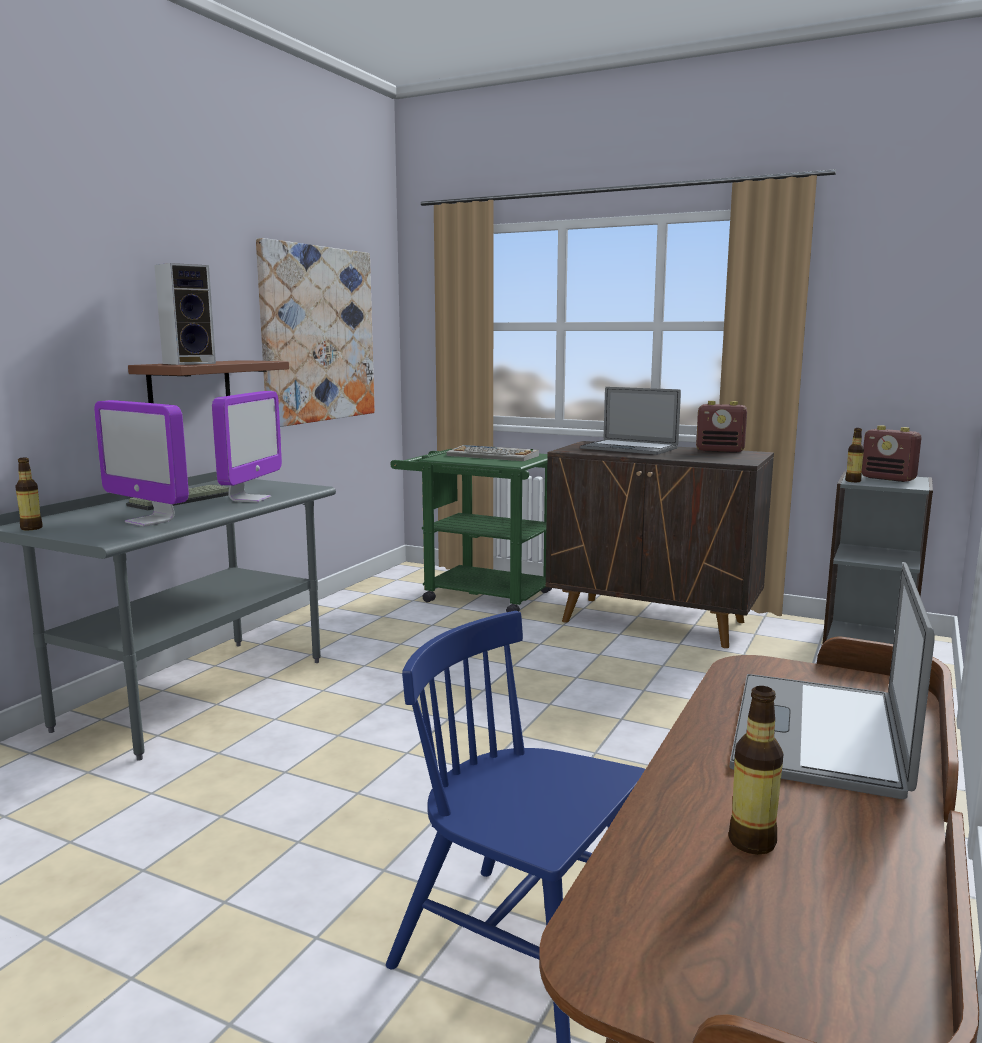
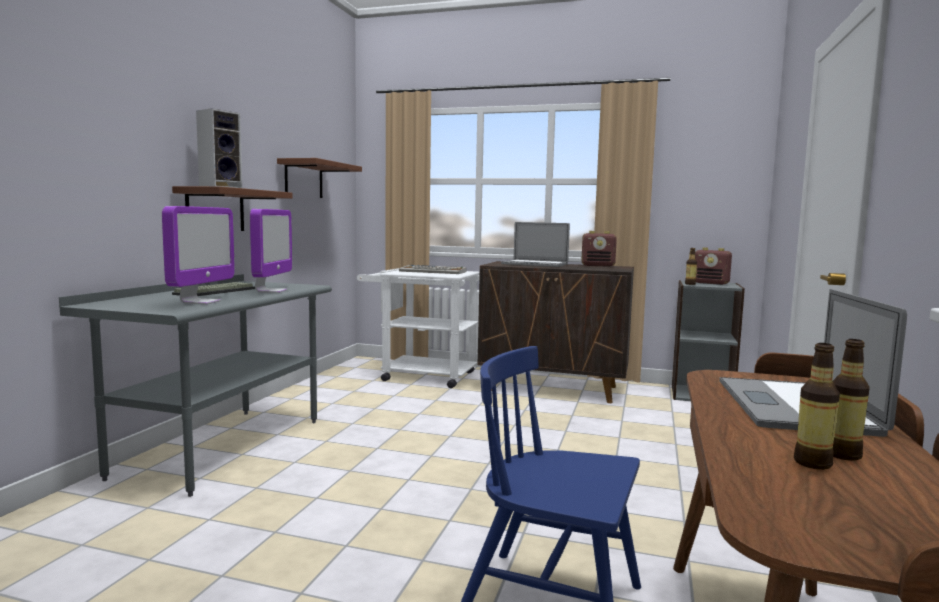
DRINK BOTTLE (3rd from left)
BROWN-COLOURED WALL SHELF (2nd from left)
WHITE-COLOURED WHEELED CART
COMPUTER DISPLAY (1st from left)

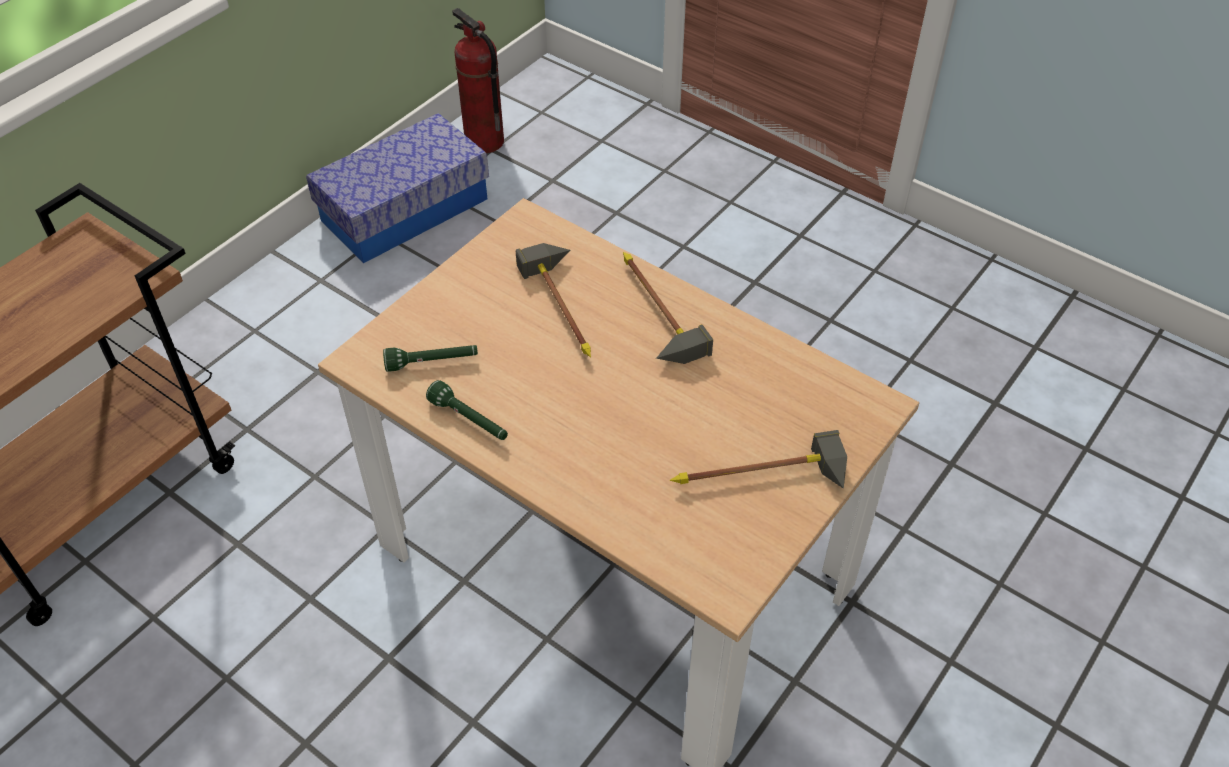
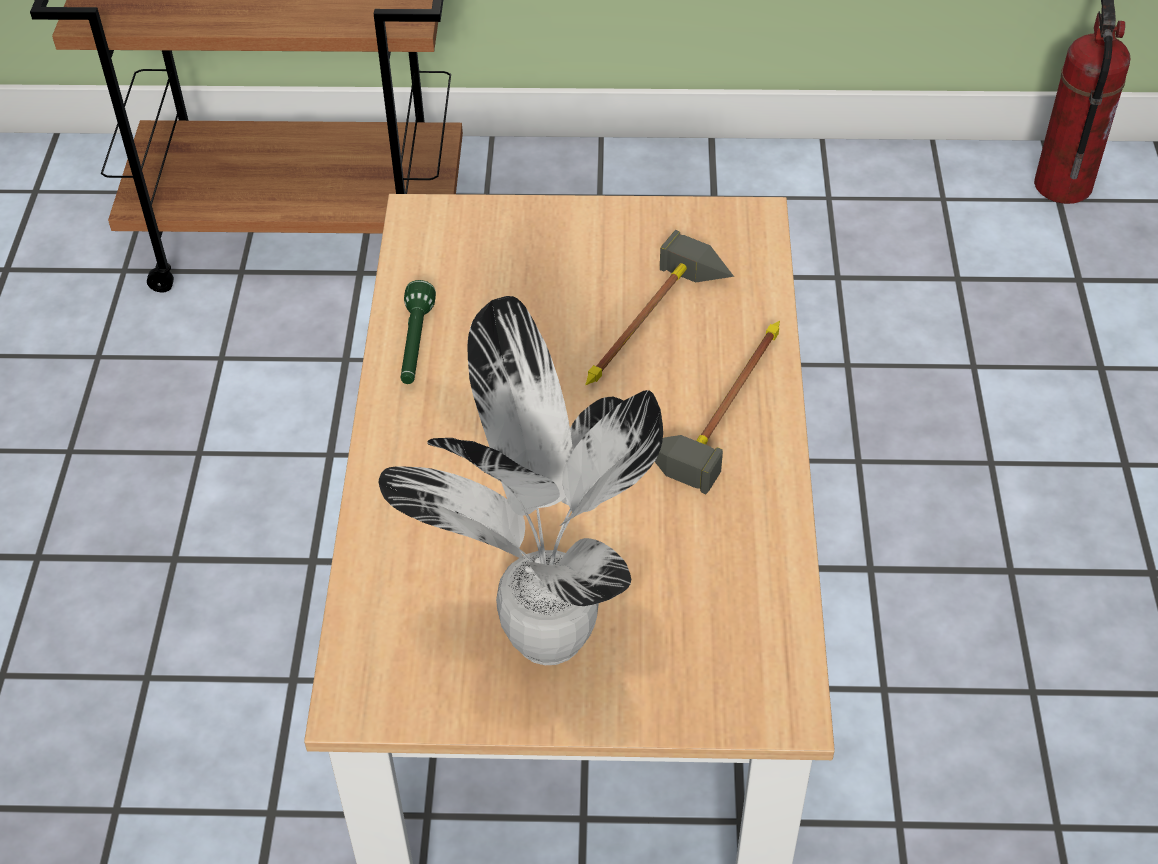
STORAGE BIN
GREEN HAND TORCH (1st from left in the first image)
PLANT IN A POT

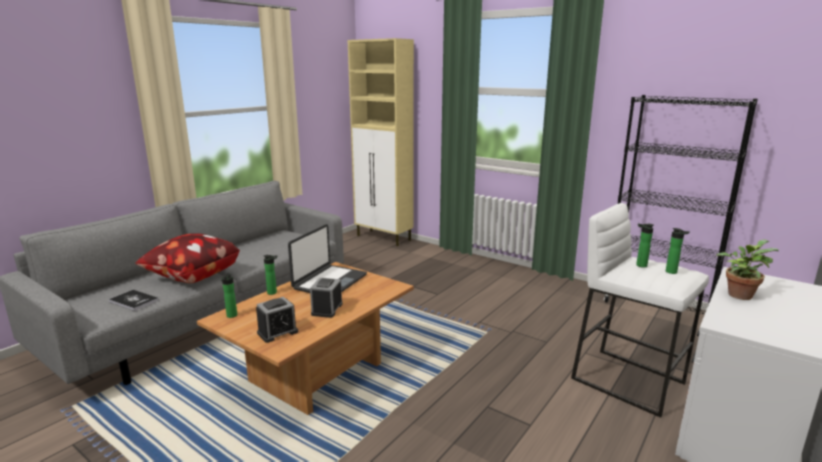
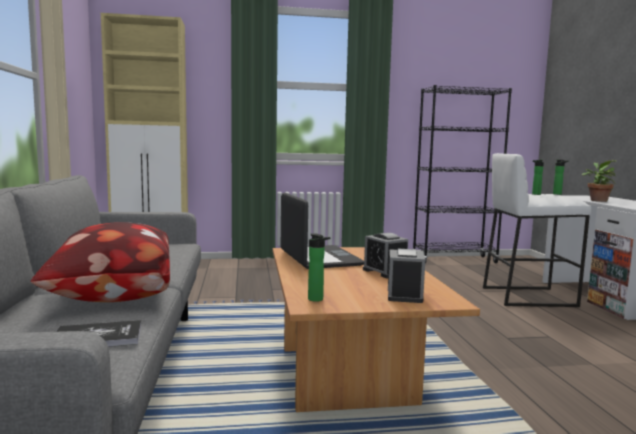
DRINK BOTTLE (2nd from left in the first image)

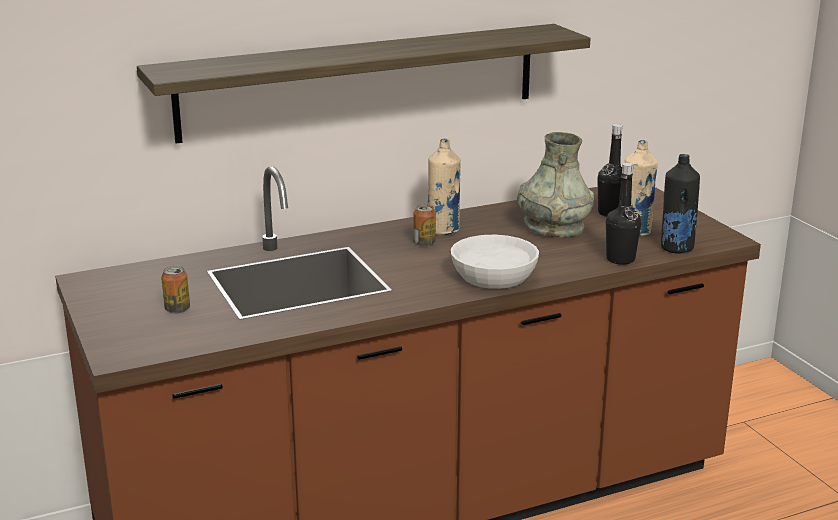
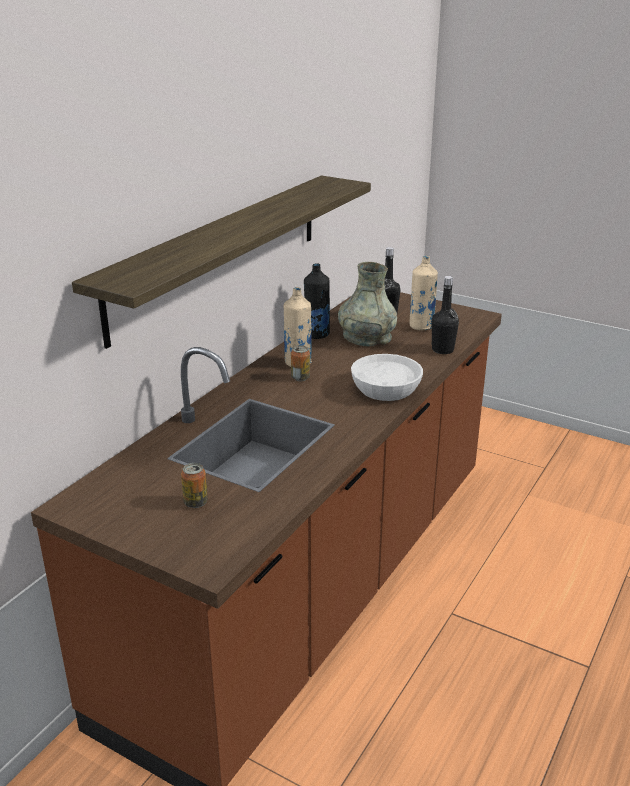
BLACK-COLOURED DRINK BOTTLE (1st from left)

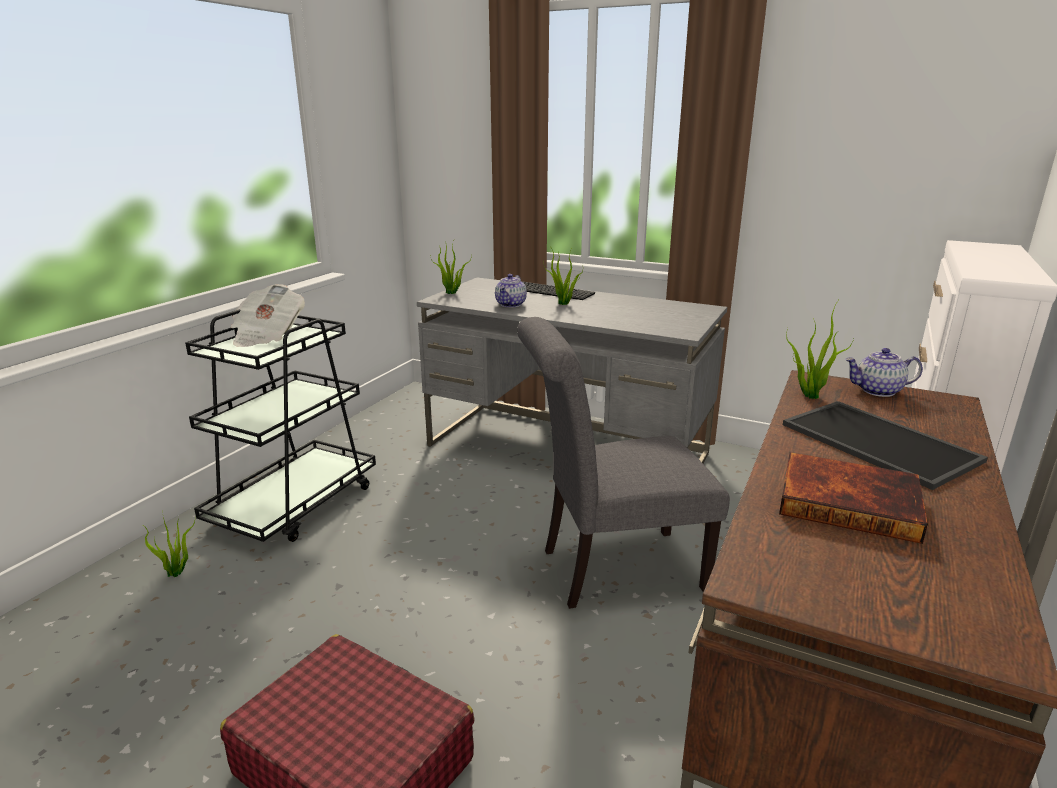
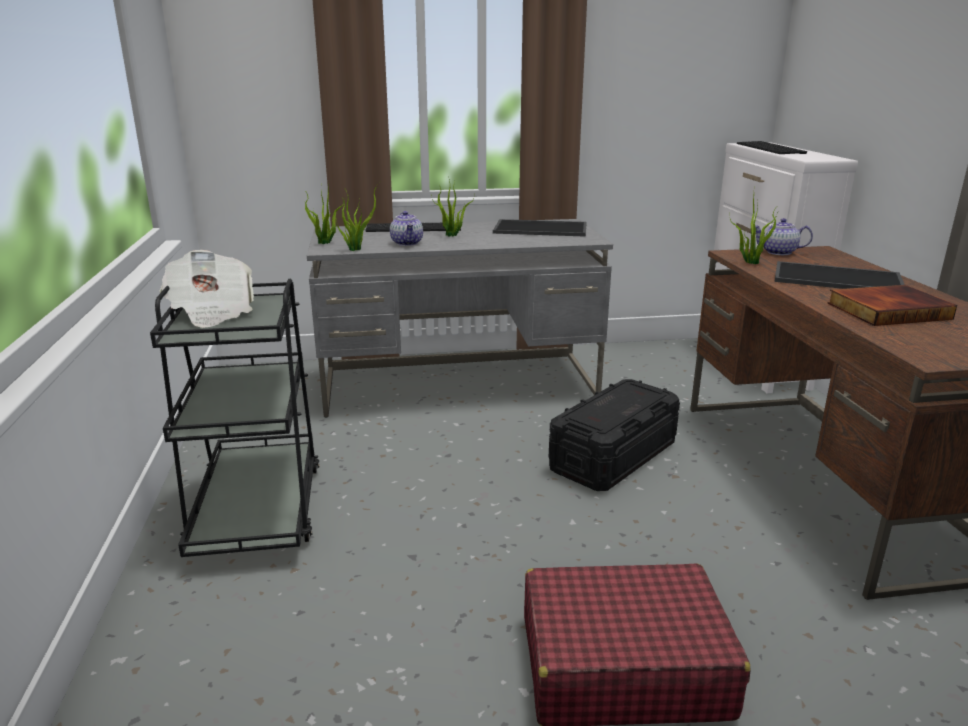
TRAY (1st from left)
COMPUTER KEYBOARD (2nd from left)
PLANT IN A POT (2nd from left)
BLACK-COLOURED STORAGE BIN
POT FOR TEA (2nd from left)

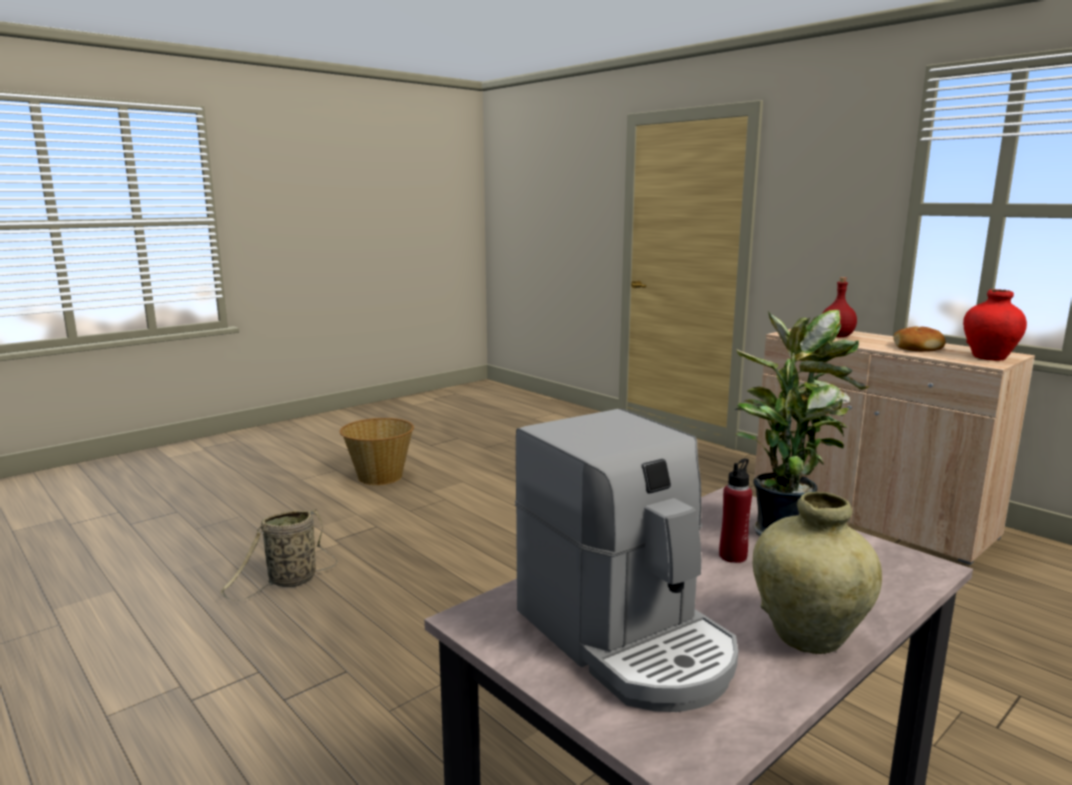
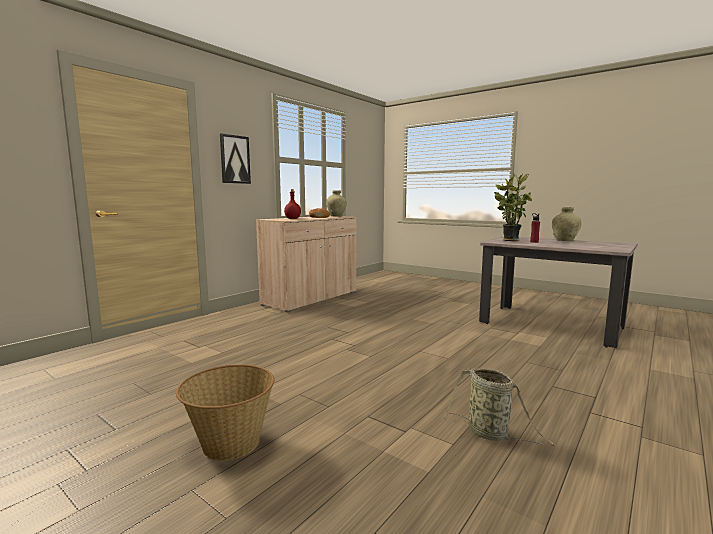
COFFEE MACHINE
WALL PICTURE
BEIGE DECORATIVE VASE (1st from left)

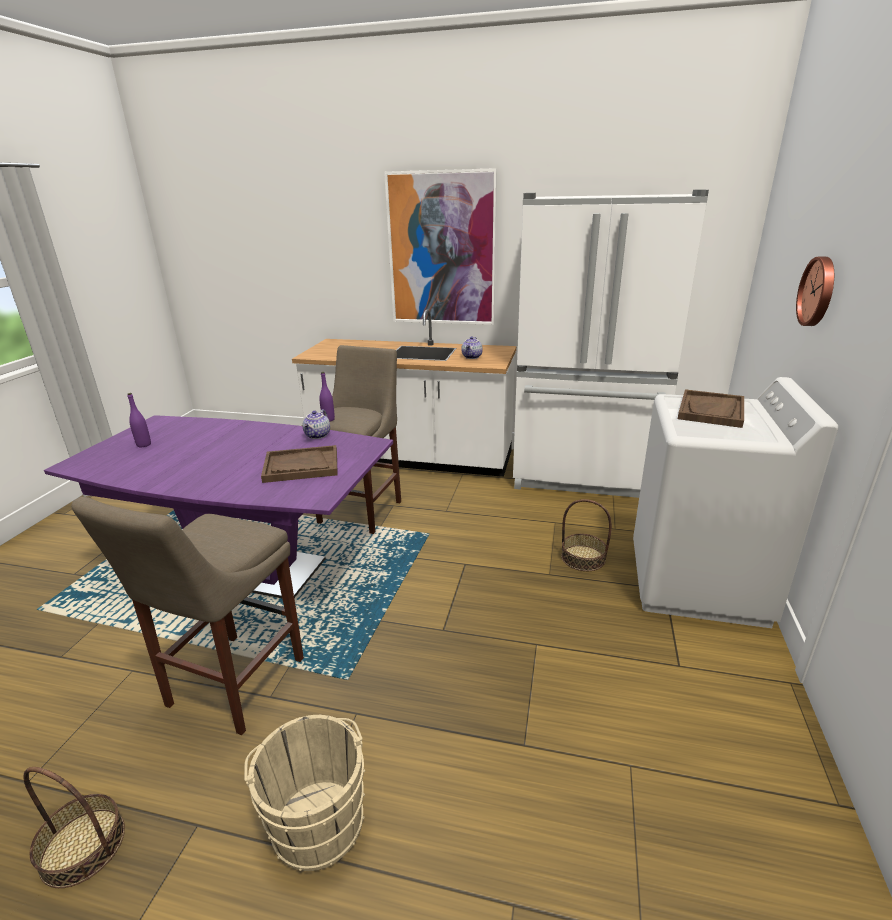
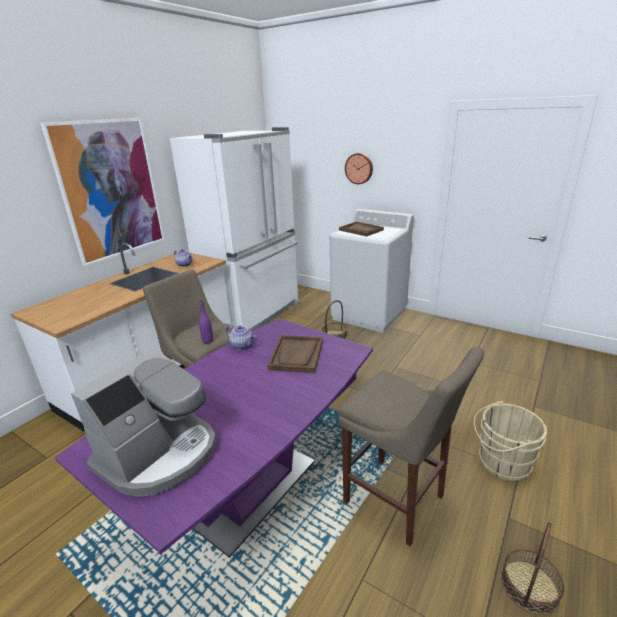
COFFEE MACHINE

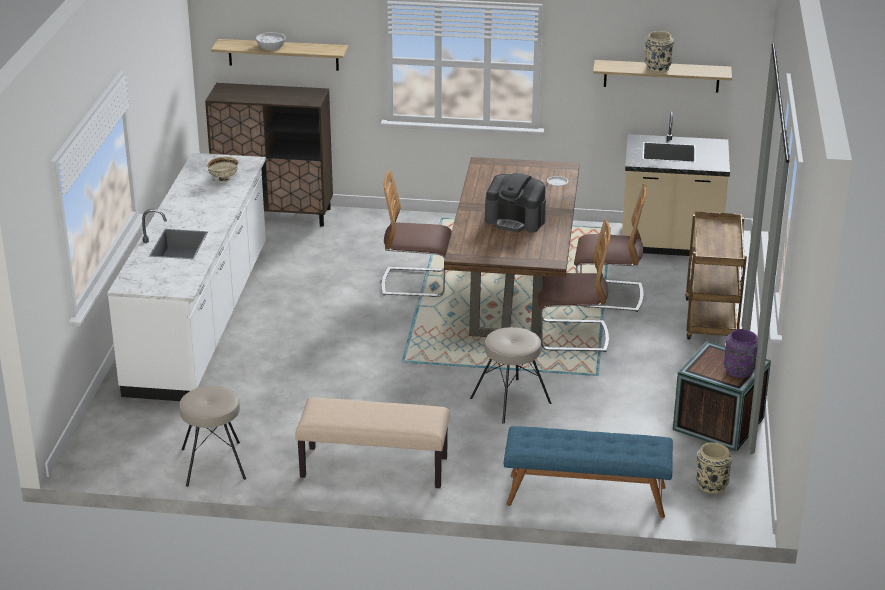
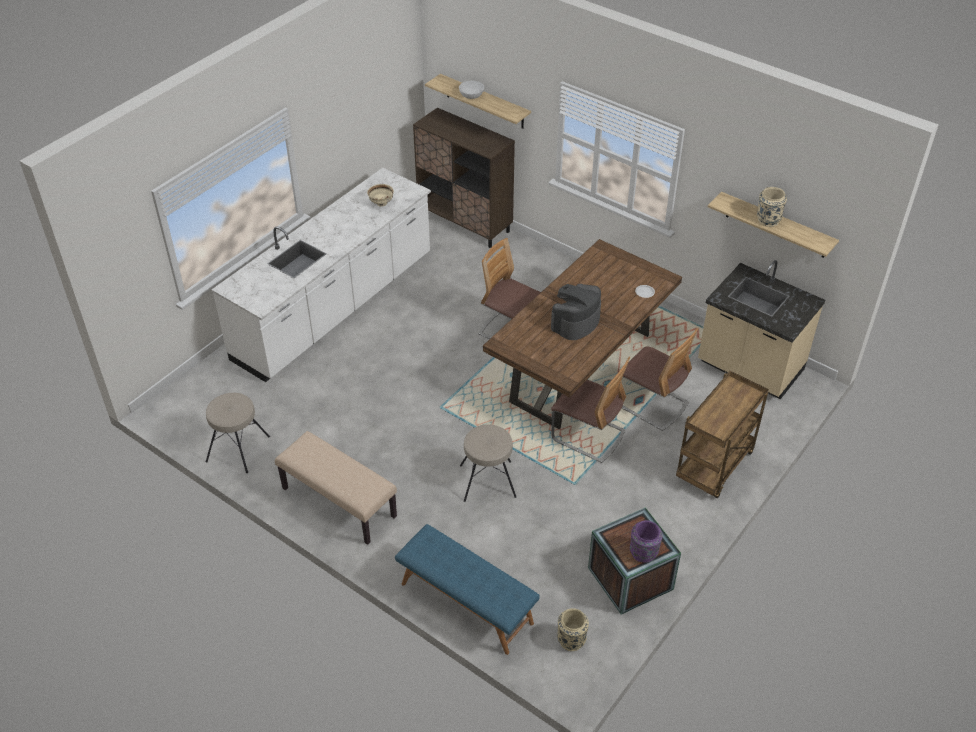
COFFEE MACHINE

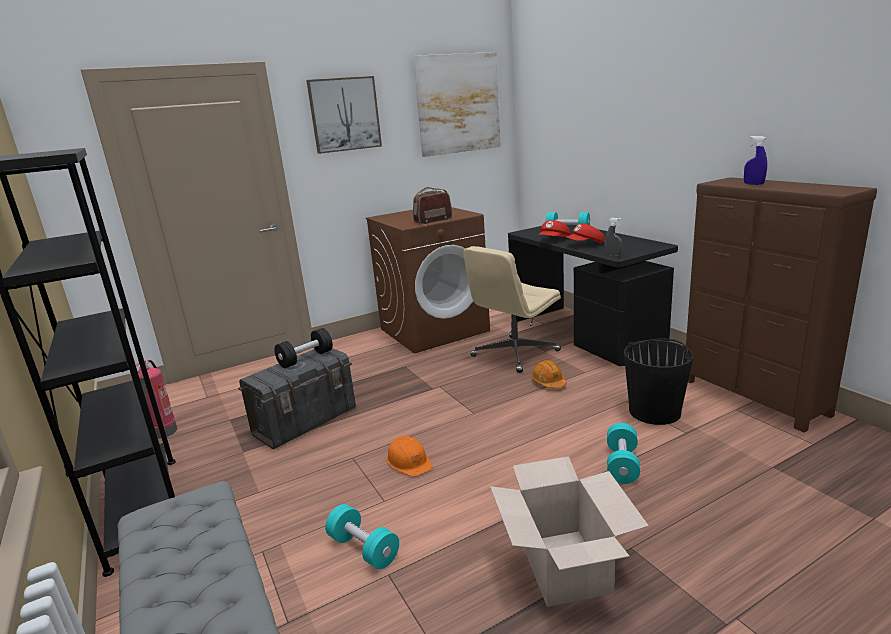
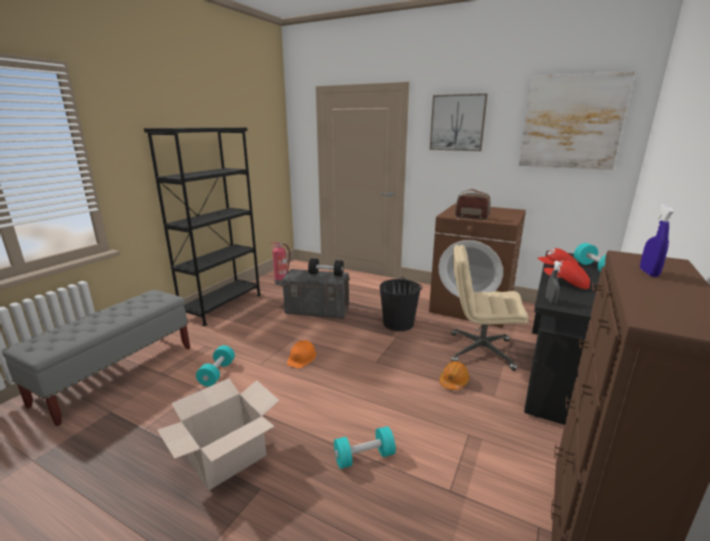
BLACK-COLOURED WATER BUCKET

